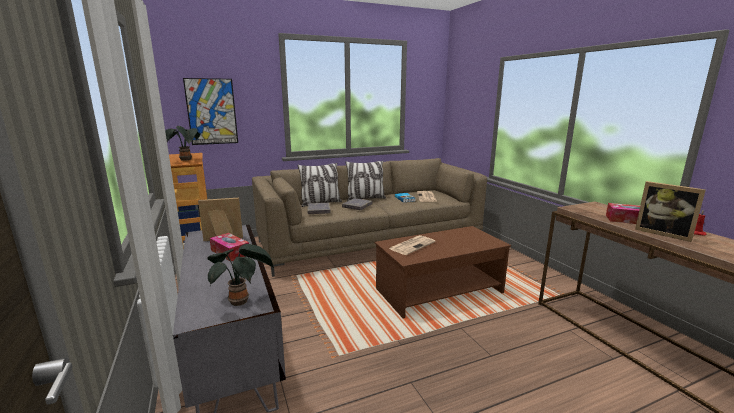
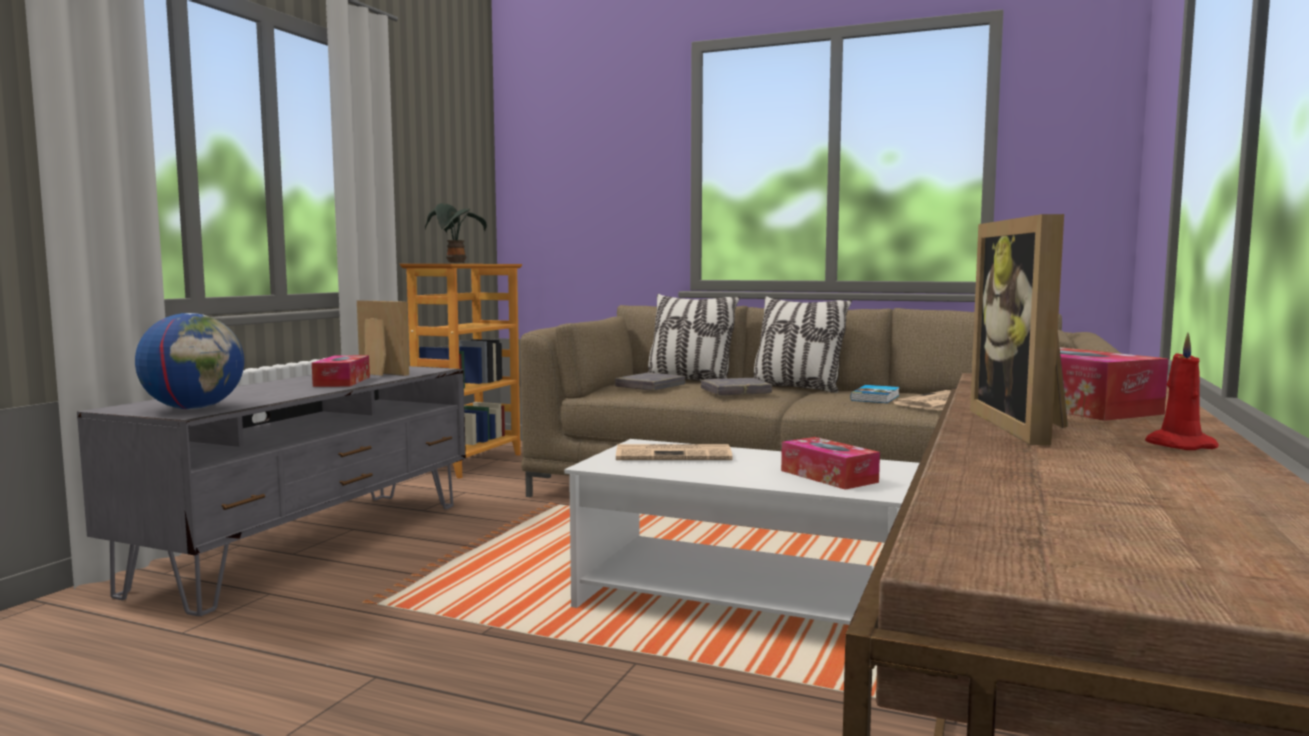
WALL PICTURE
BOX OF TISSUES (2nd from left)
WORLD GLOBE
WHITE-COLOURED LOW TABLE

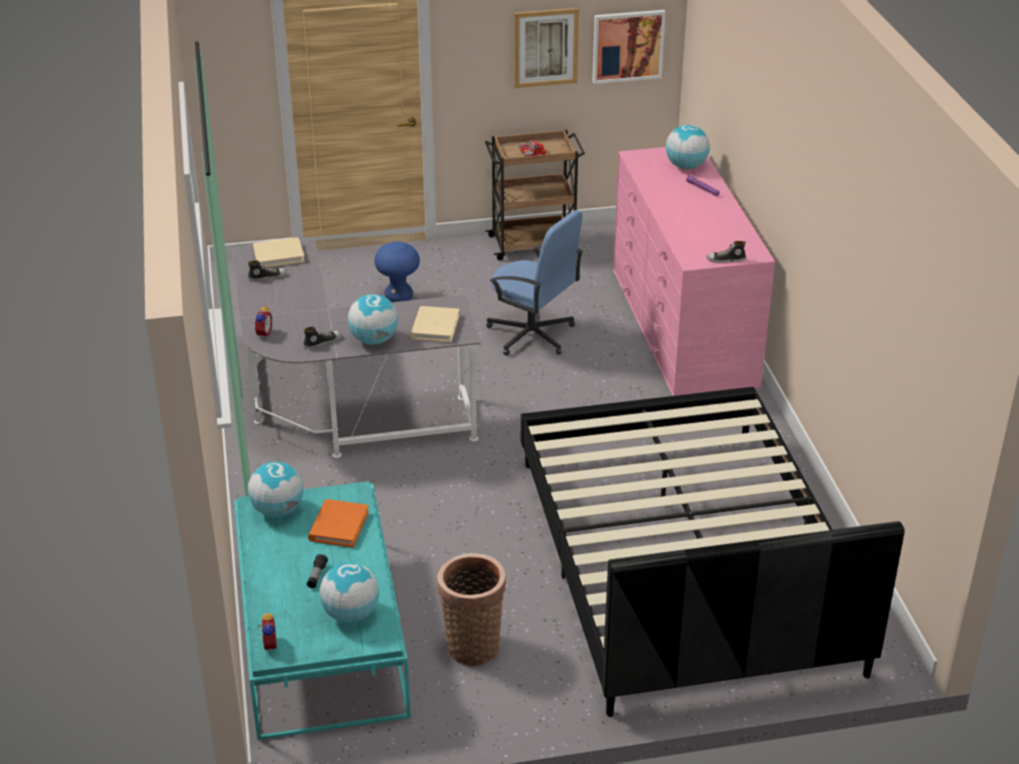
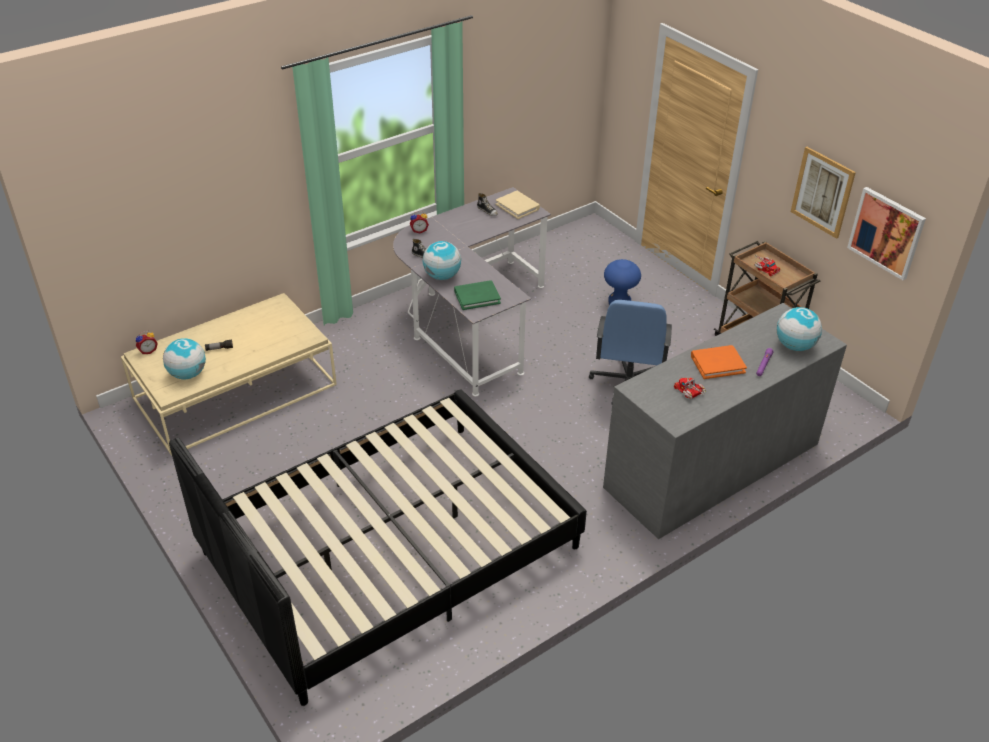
WORLD GLOBE (1st from left in the first image)
HOUSEHOLD BASKET
ITEM OF FOOTWEAR (3rd from left in the first image)
TOY LORRY (1st from left)
ORANGE-COLOURED BOOK
BEIGE LOW TABLE
GREEN BOOK
GREYISH DRAWER CHEST

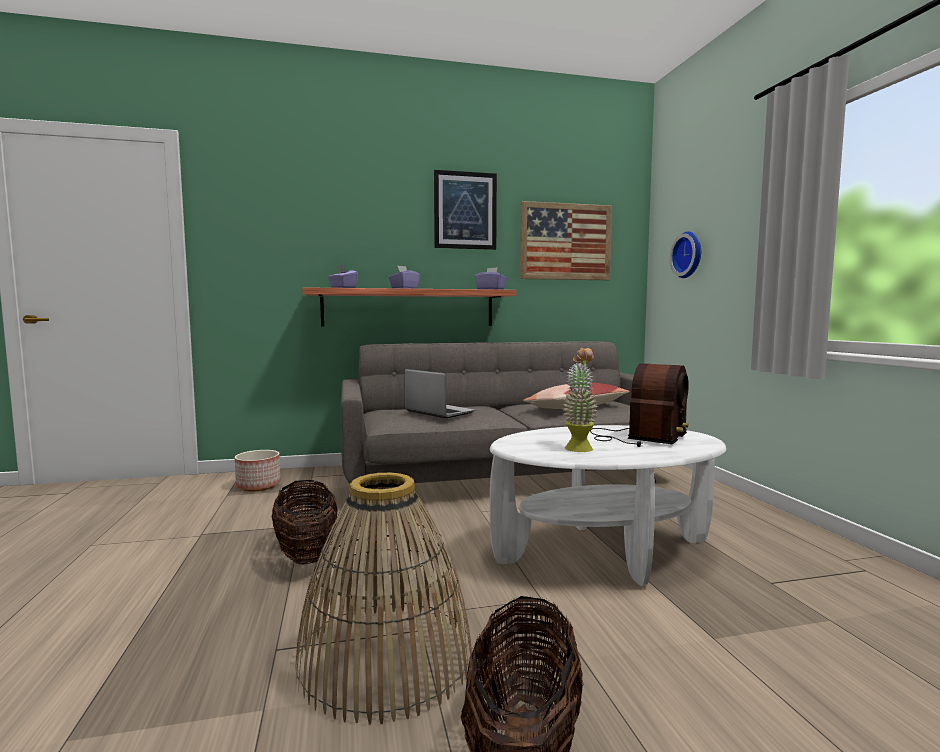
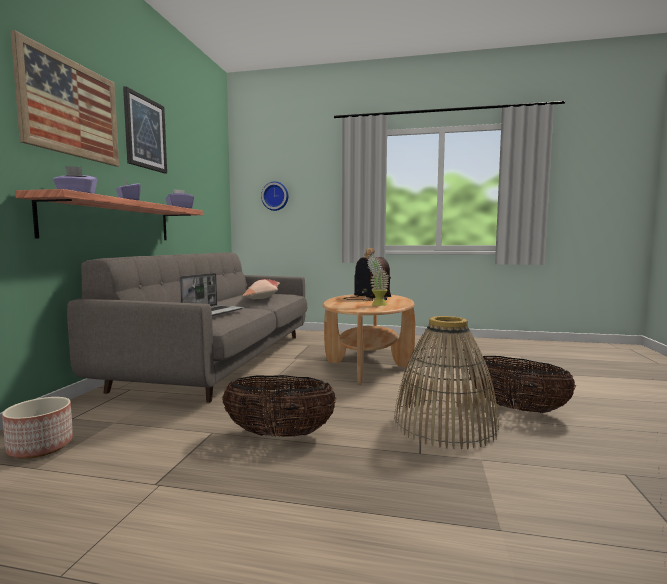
WALL PICTURE (1st from left)
BROWN-COLOURED LOW TABLE
PORTABLE COMPUTER

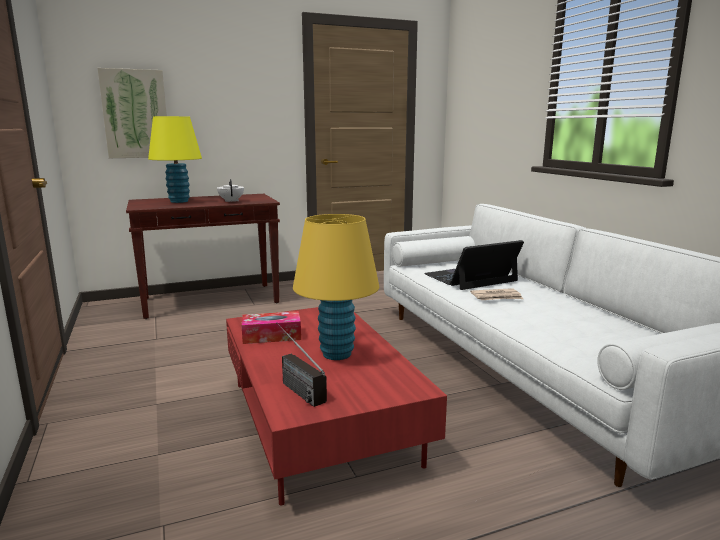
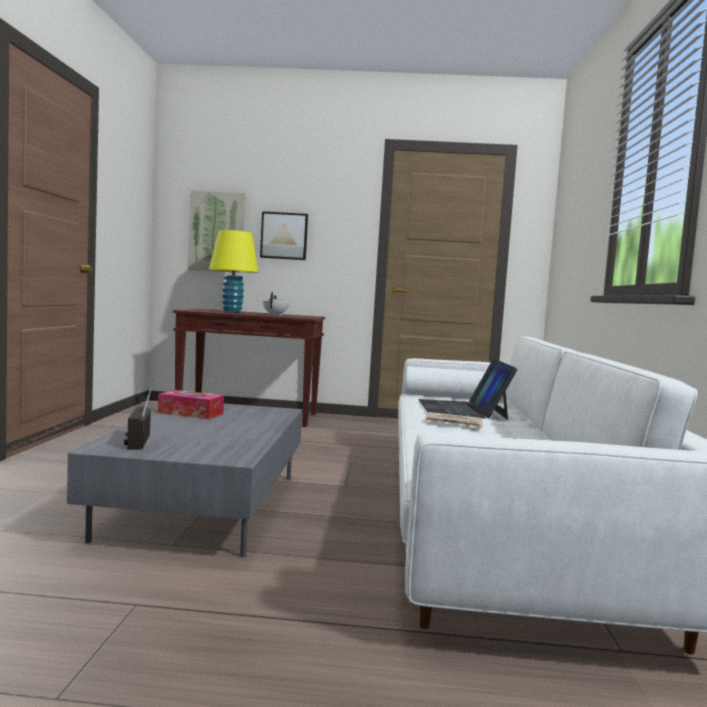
YELLOW LAMP FOR A TABLE (2nd from left in the first image)
WALL PICTURE (2nd from left)
GREYISH LOW TABLE
PORTABLE COMPUTER

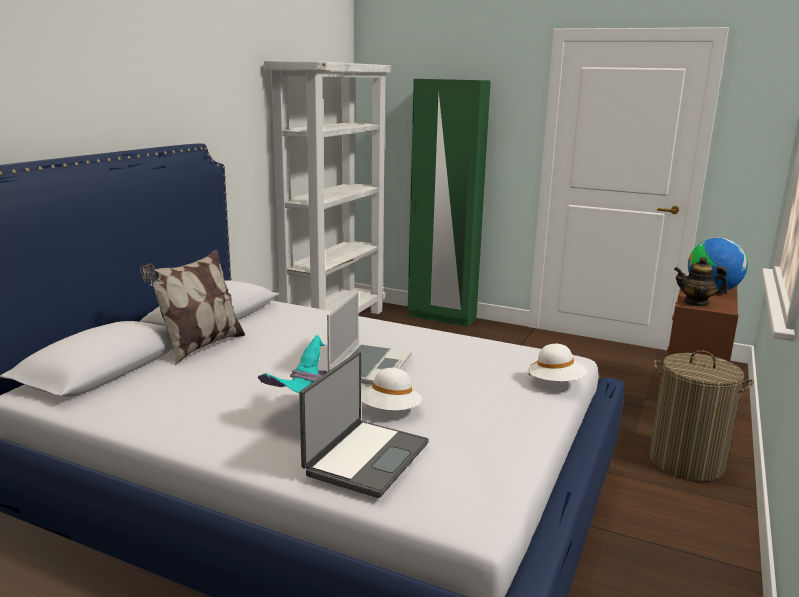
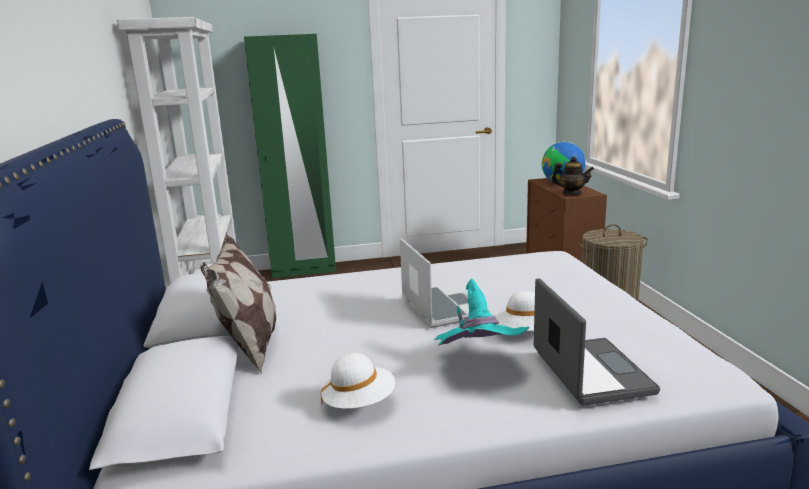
WHITE-COLOURED CLOTHING HAT (1st from left)
POT FOR TEA

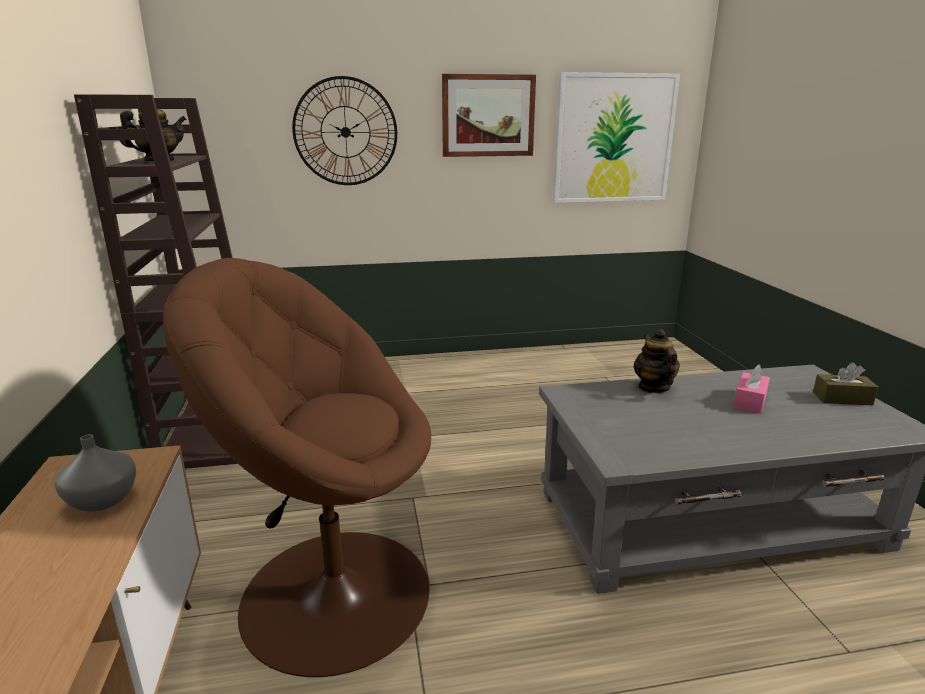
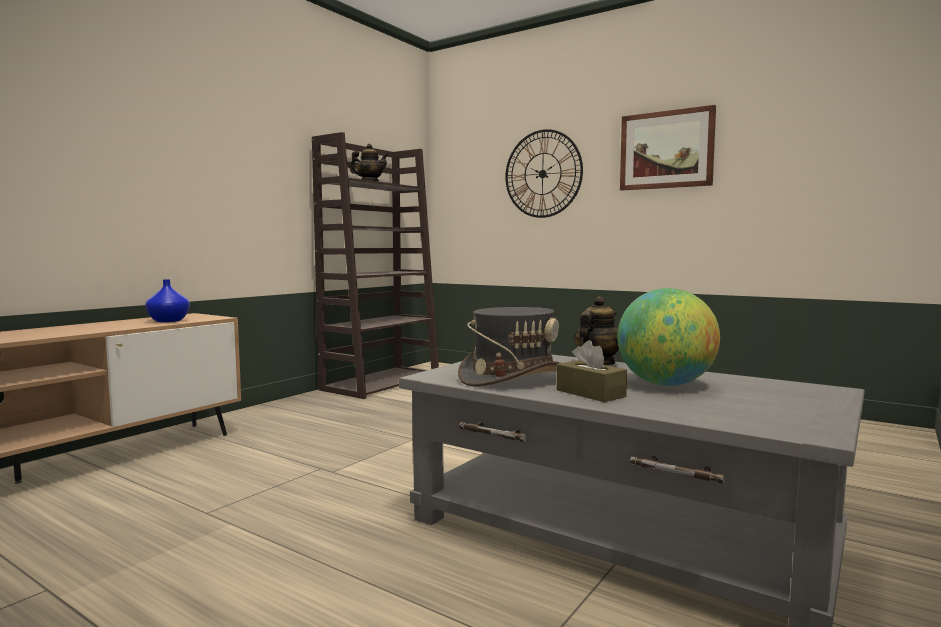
BROWN-COLOURED ARMCHAIR
WALL PICTURE (2nd from left in the first image)
GREYISH CLOTHING HAT
BROWN-COLOURED BOX OF TISSUES
WORLD GLOBE
BLUISH DECORATIVE VASE

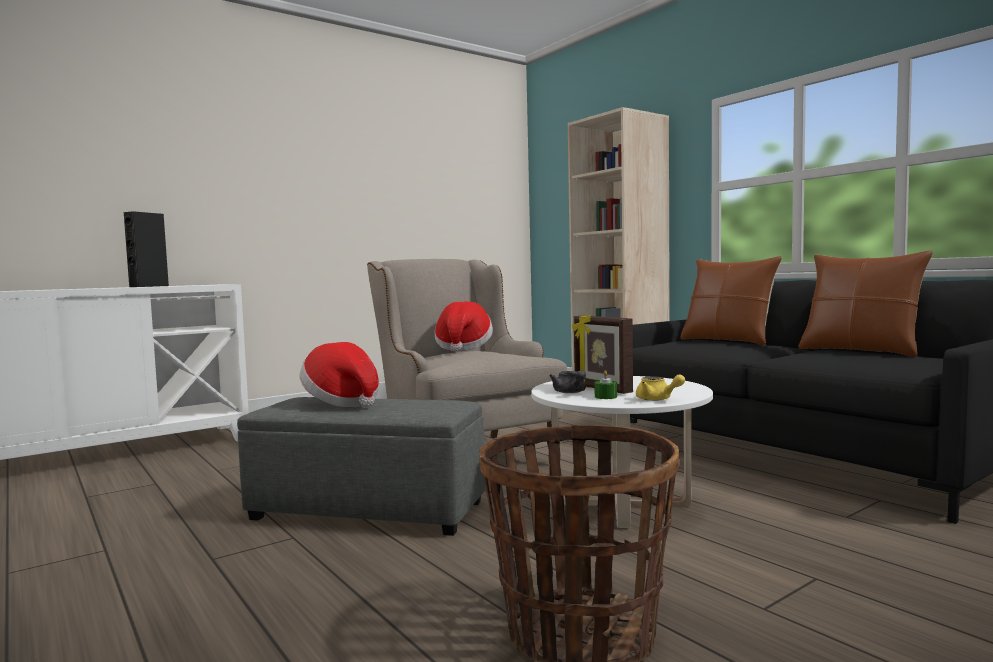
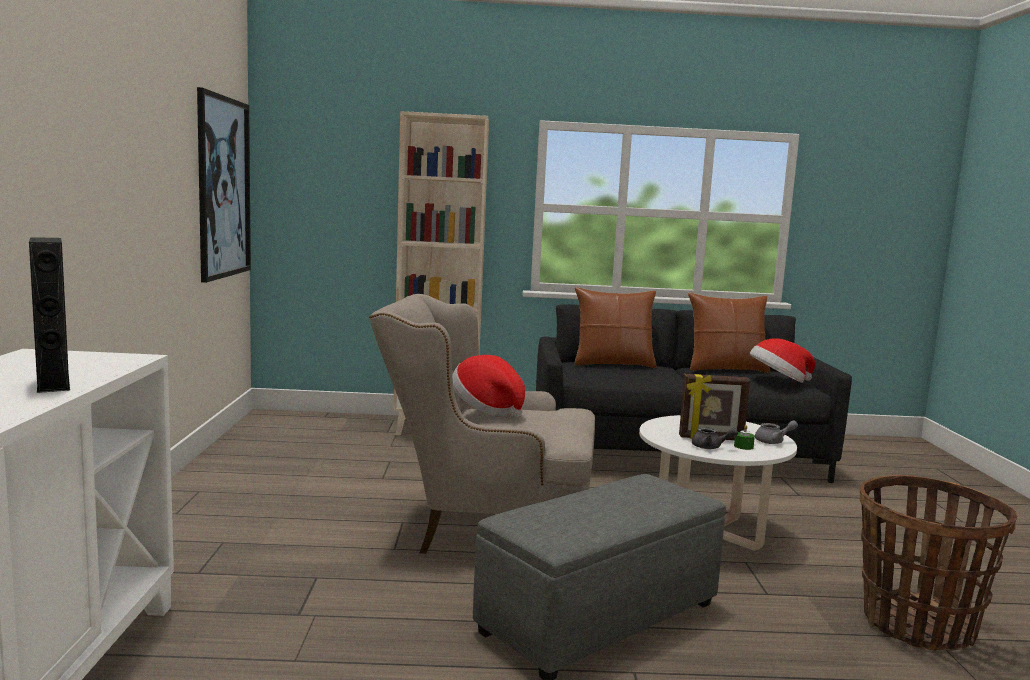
WALL PICTURE
CLOTHING HAT (2nd from left)
GREYISH POT FOR TEA (2nd from left)

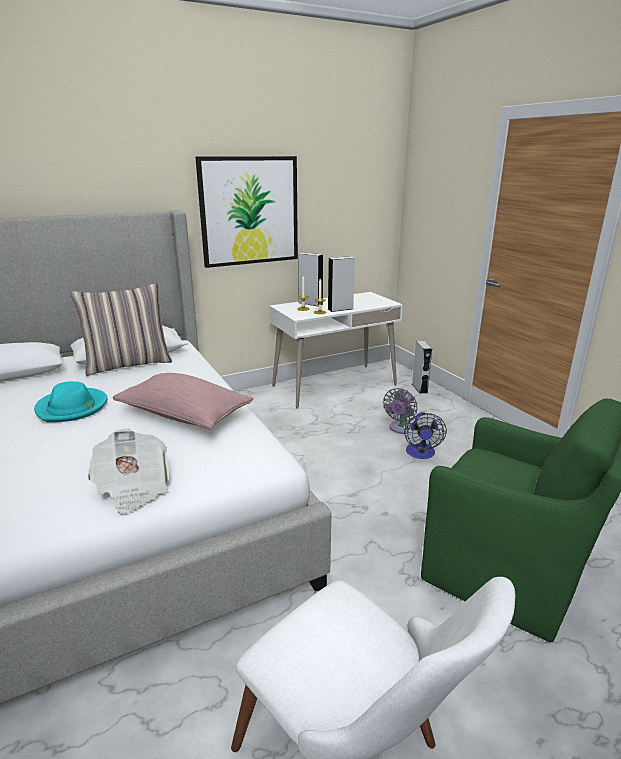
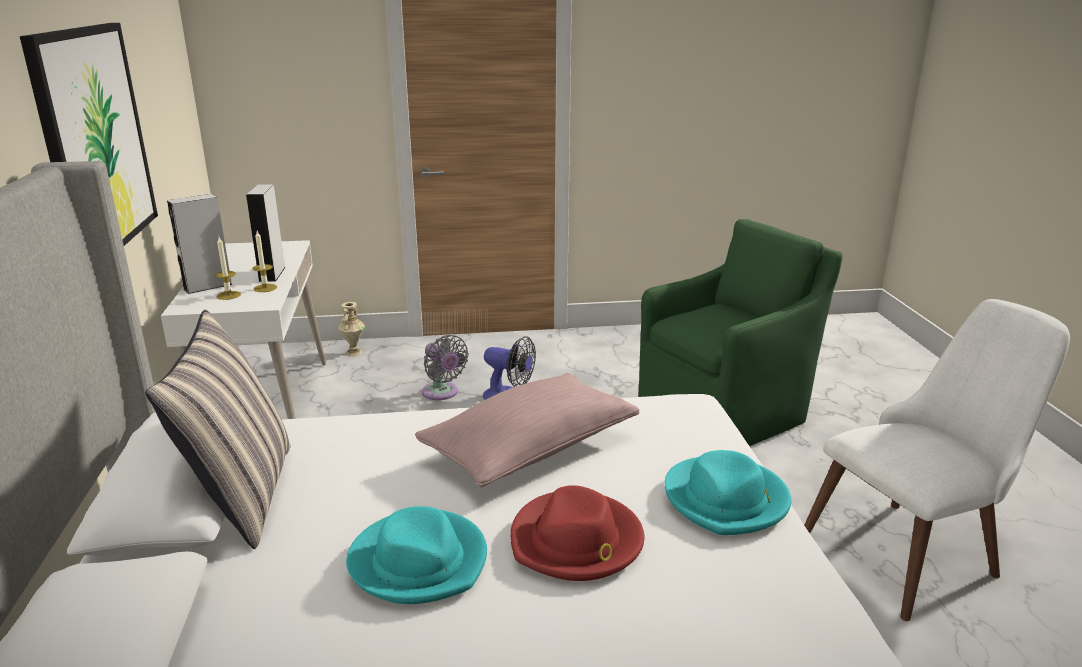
RED CLOTHING HAT
TURQUOISE CLOTHING HAT (2nd from left)
BEIGE DECORATIVE VASE

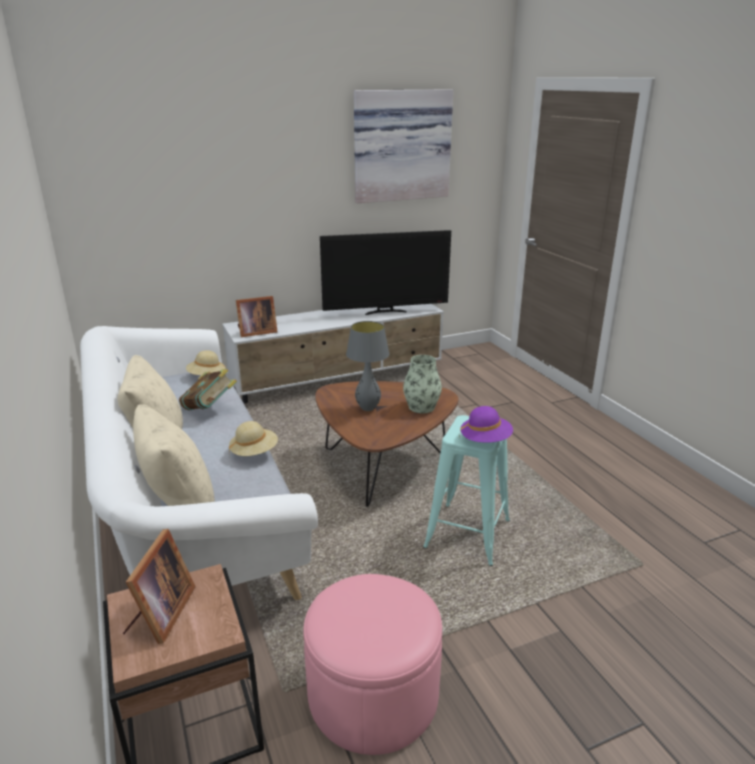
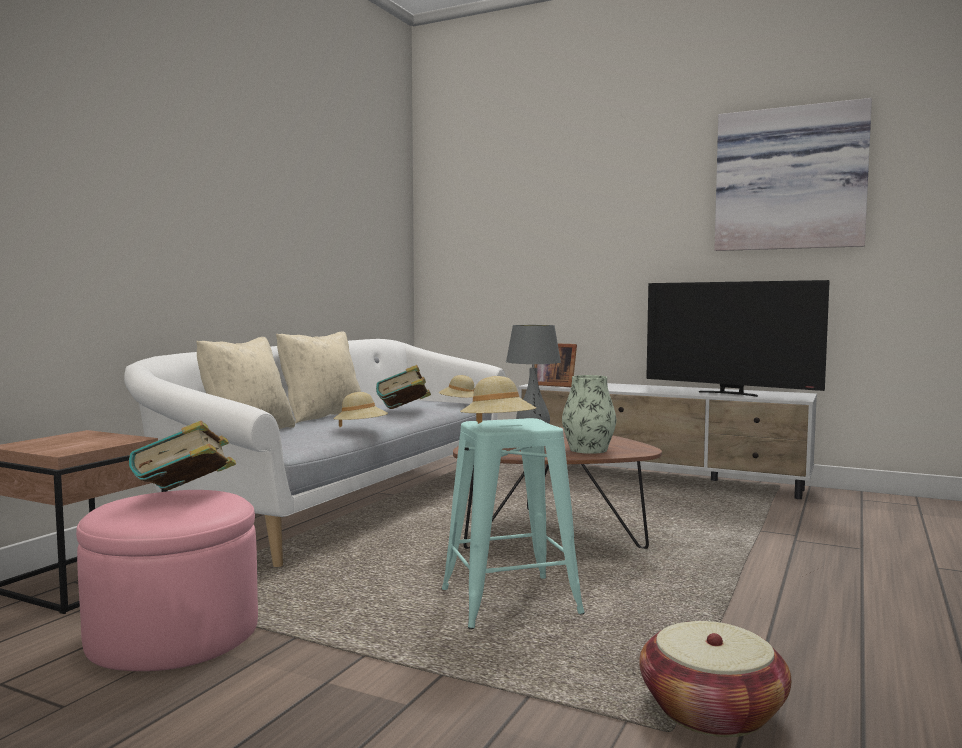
PICTURE FRAME (1st from left in the first image)
BOOK (1st from left)
HOUSEHOLD BASKET
BEIGE CLOTHING HAT (3rd from left)

